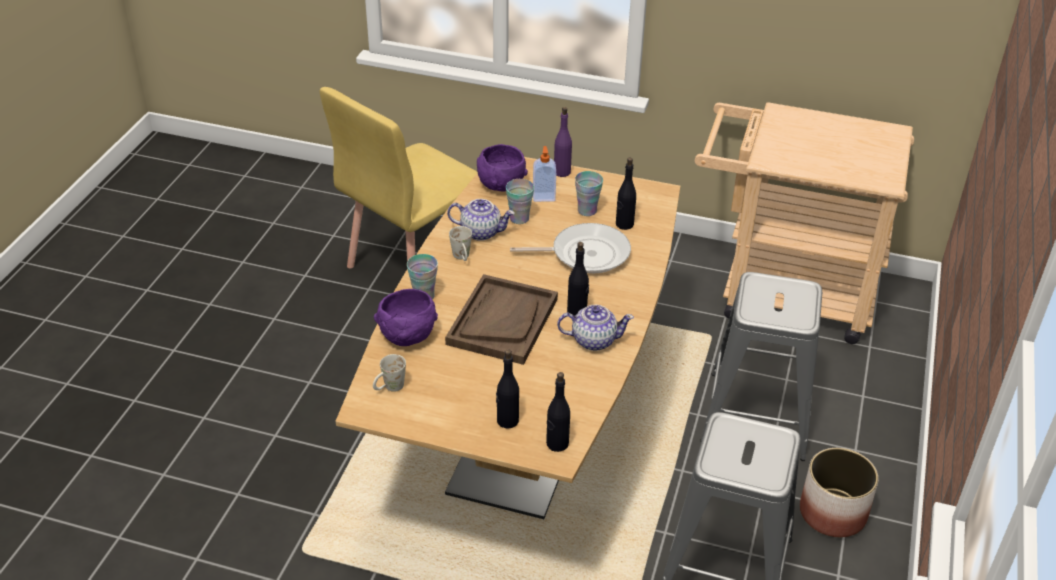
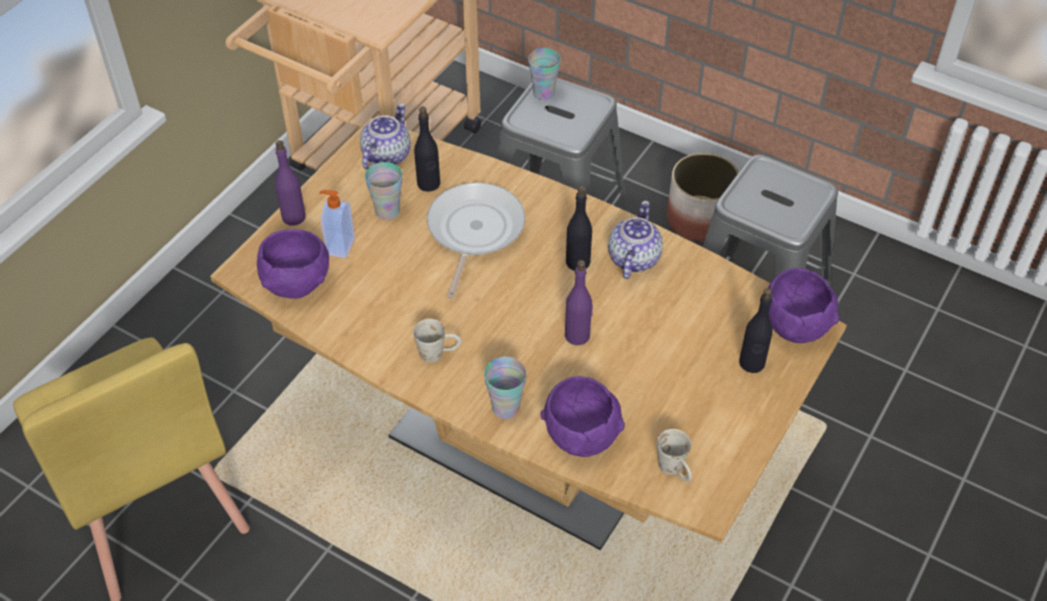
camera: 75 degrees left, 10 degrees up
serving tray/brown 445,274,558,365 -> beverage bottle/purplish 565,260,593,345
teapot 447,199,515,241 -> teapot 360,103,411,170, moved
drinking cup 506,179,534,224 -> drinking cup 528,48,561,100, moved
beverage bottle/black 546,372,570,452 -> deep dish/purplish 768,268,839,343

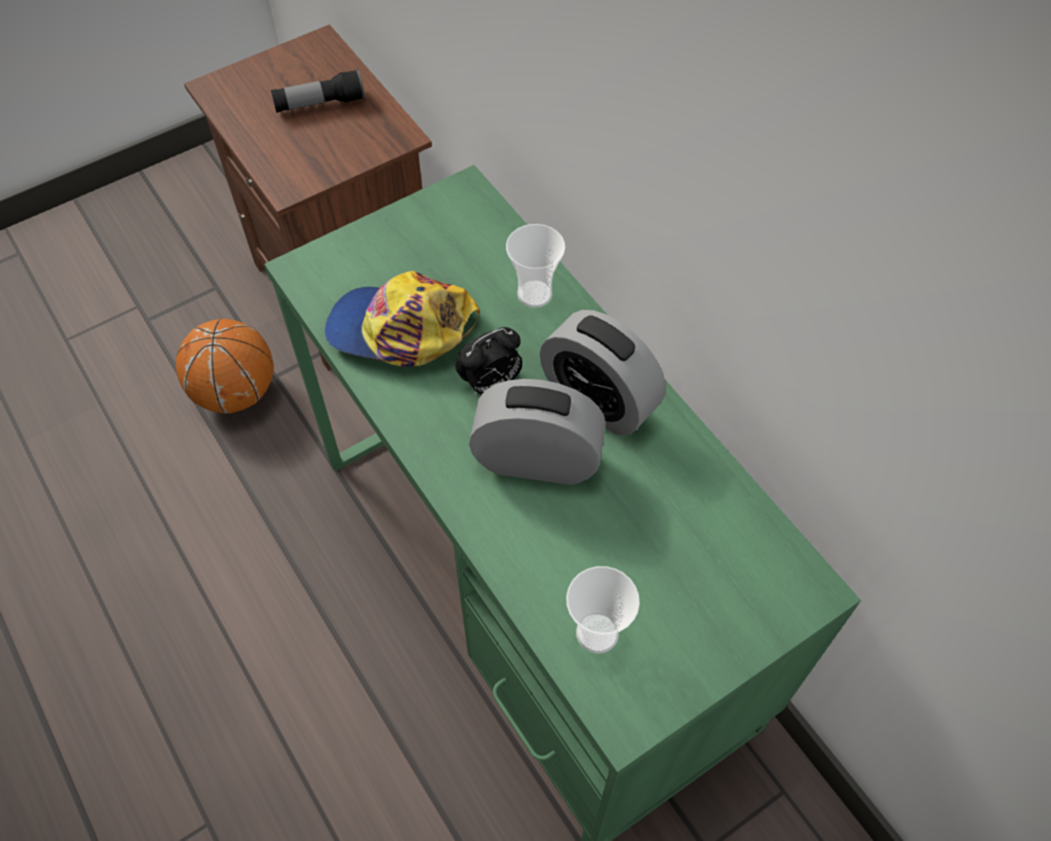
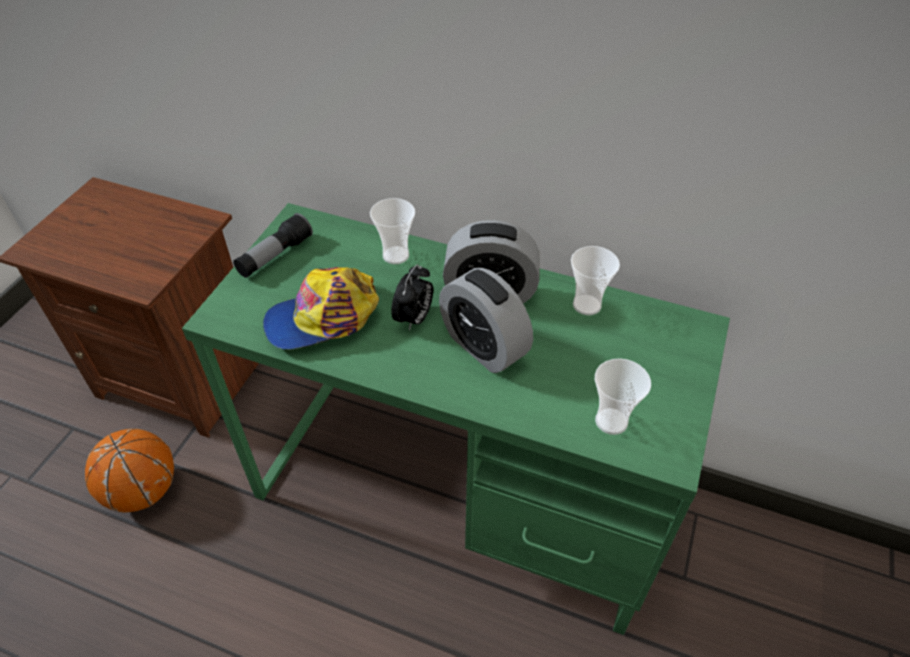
camera: 35 degrees left, 10 degrees down
hand torch 271,69,365,113 -> hand torch 233,213,313,278, moved
bedside clock 469,379,606,485 -> bedside clock 439,268,533,373, 105 degrees counterclockwise
none -> drinking cup 571,246,620,315

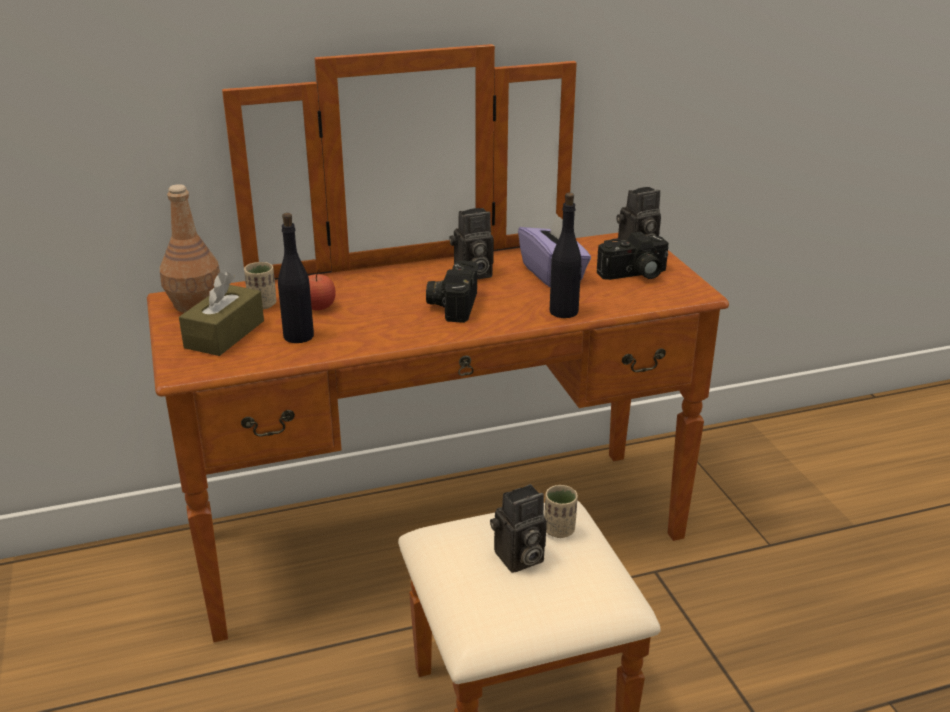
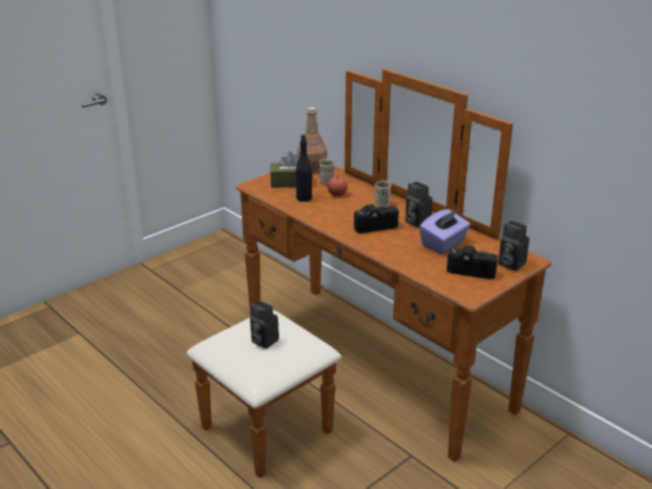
camera: 65 degrees right, 0 degrees up
drinking cup/beige-coloured 544,485,578,538 -> drinking cup/beige-coloured 374,181,391,207, moved
beverage bottle/black 550,193,582,318 -> none
still camera 597,232,668,280 -> still camera 447,245,498,279, 150 degrees clockwise

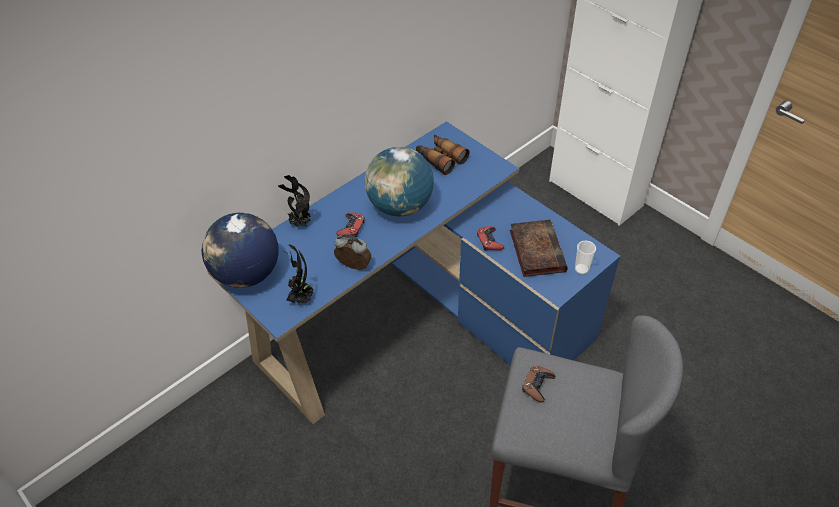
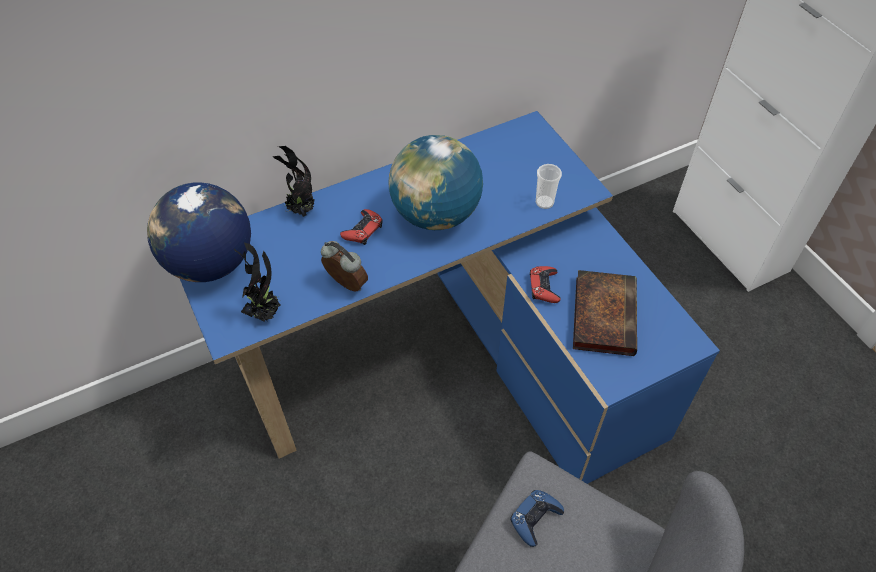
camera: 15 degrees right, 5 degrees up
binoculars 416,135,470,175 -> none
game controller/brown 522,366,555,403 -> game controller/bluish 510,490,564,547
drinking cup 575,240,596,274 -> drinking cup 536,164,562,209, moved

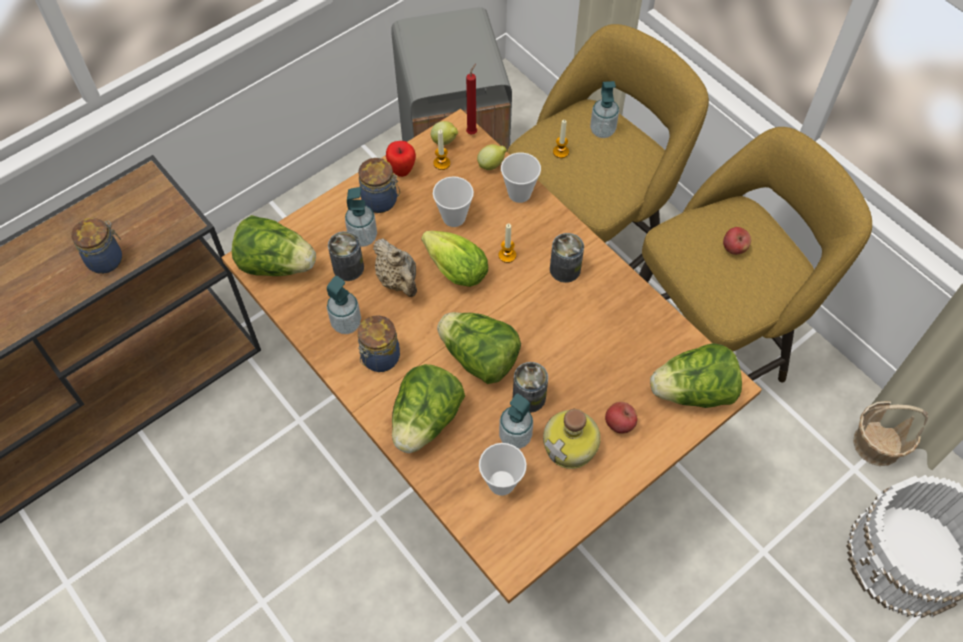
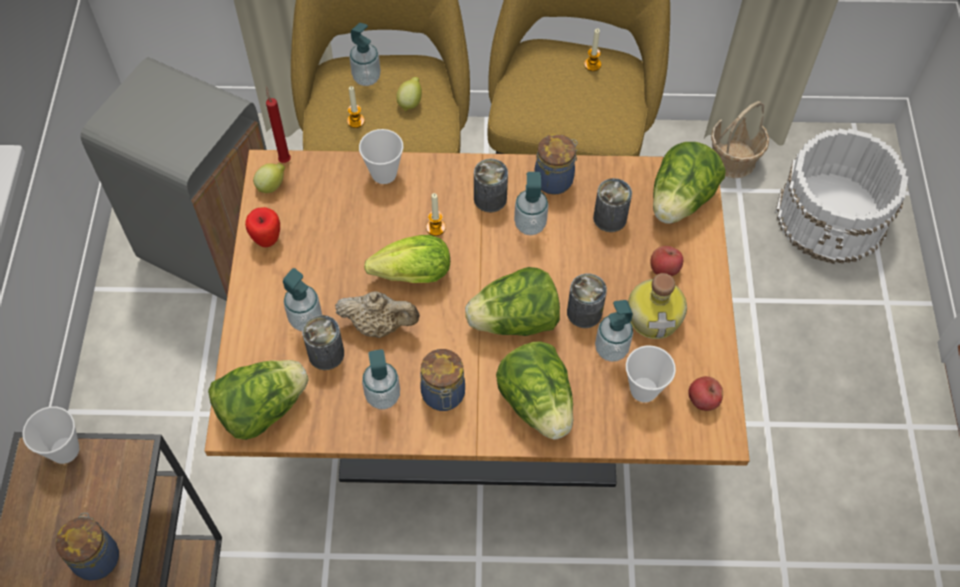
camera: 50 degrees left, 0 degrees up
storage jar 358,158,400,213 -> storage jar 534,134,578,195, moved
candle 433,129,450,170 -> candle 584,28,601,71, moved
drinking cup 433,176,474,227 -> drinking cup 22,406,79,464, moved
lemon 477,144,507,170 -> lemon 396,77,422,111, moved
apple fruit 723,227,751,255 -> apple fruit 689,376,723,411, moved
none -> soap bottle 514,172,549,235
none -> sealed can 593,178,632,232

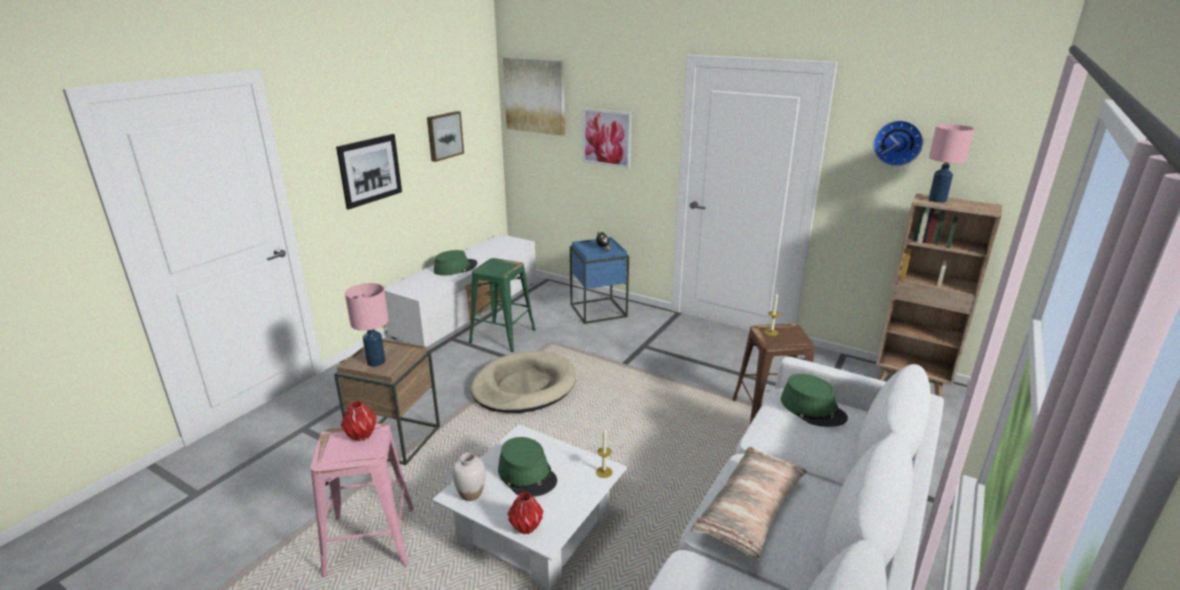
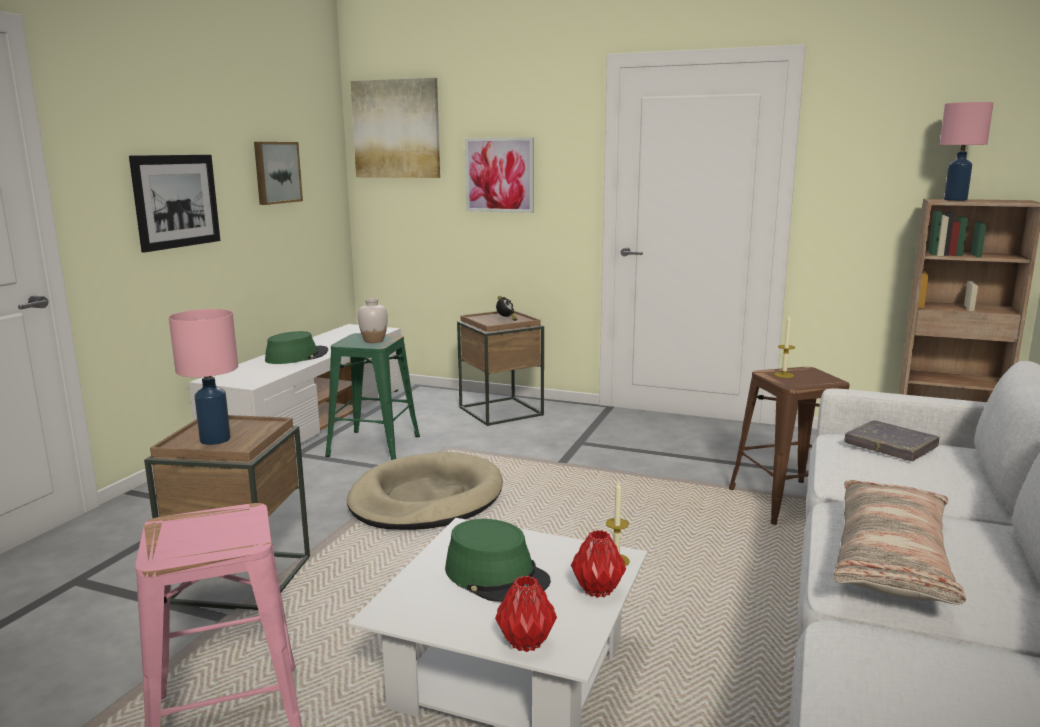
camera: 10 degrees left, 10 degrees down
vase/red 341,401,377,442 -> vase/red 571,530,626,598, moved
vase/white 452,453,486,501 -> vase/white 358,298,388,343, moved
end table/bluish 570,237,629,324 -> end table/brown 457,311,544,426
hat/greenish 781,374,848,427 -> bound book/gray 844,420,939,461
hanging clock 873,120,923,166 -> none

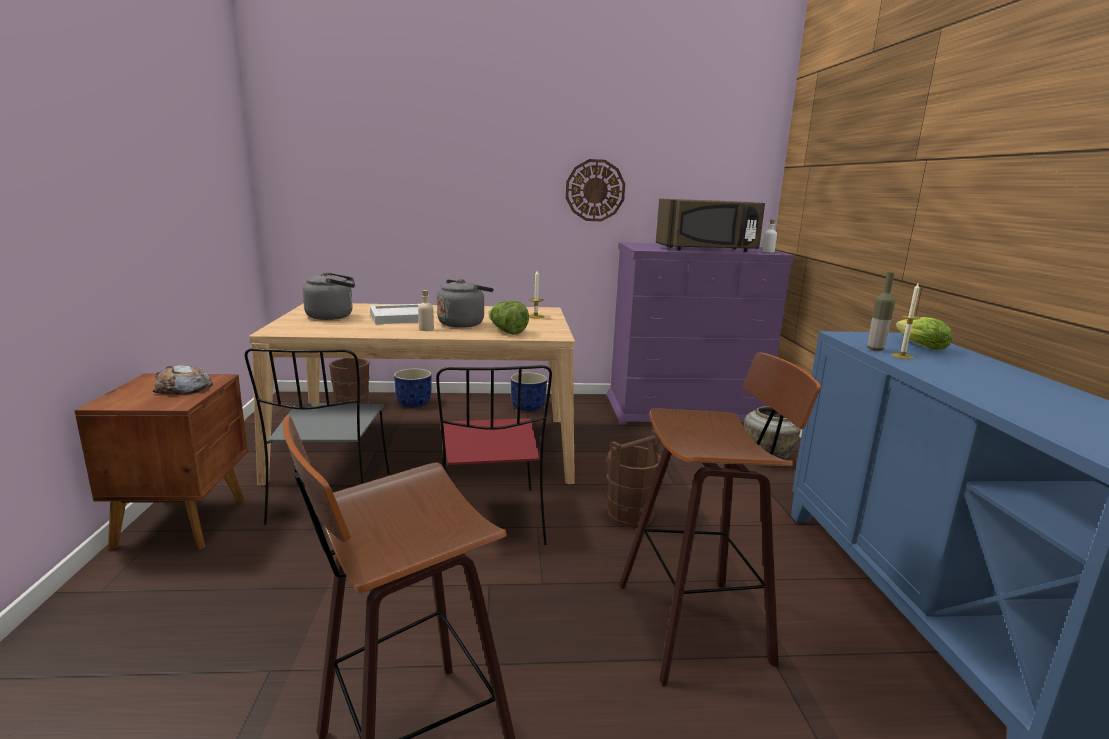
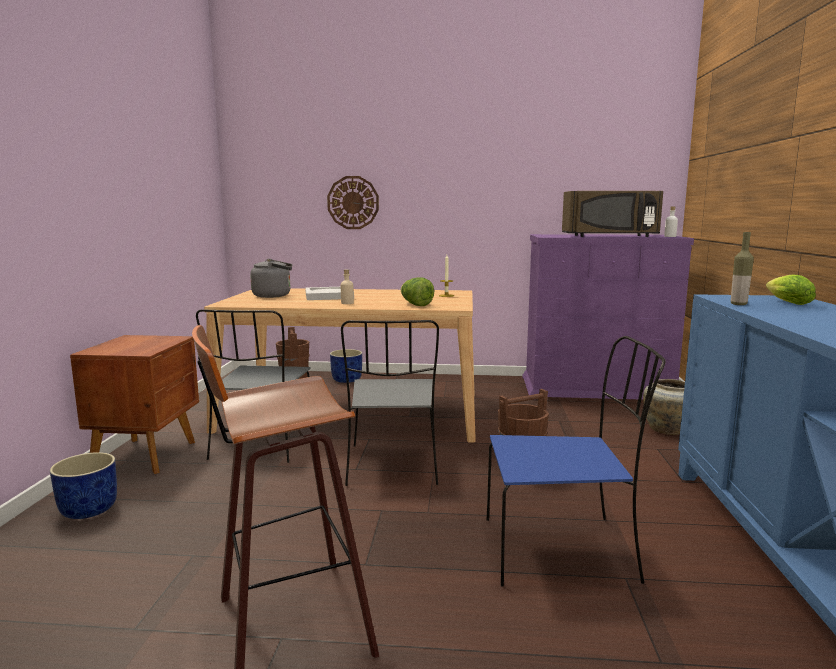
camera: 10 degrees right, 5 degrees down
baked bread 153,365,213,395 -> none
plain chair/red 436,365,552,545 -> plain chair/gray 341,320,439,486
water kettle/gray 437,279,494,328 -> none
planter/bluish 511,372,547,412 -> planter/bluish 50,452,117,519, moved
hanging clock 566,159,625,221 -> hanging clock 327,176,379,229, moved
stool seat 620,352,821,687 -> plain chair/bluish 487,336,666,587
candle 892,284,920,359 -> none

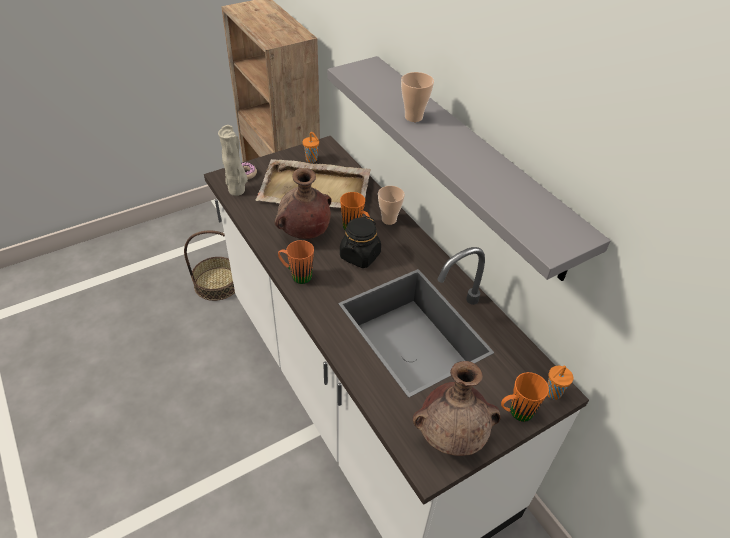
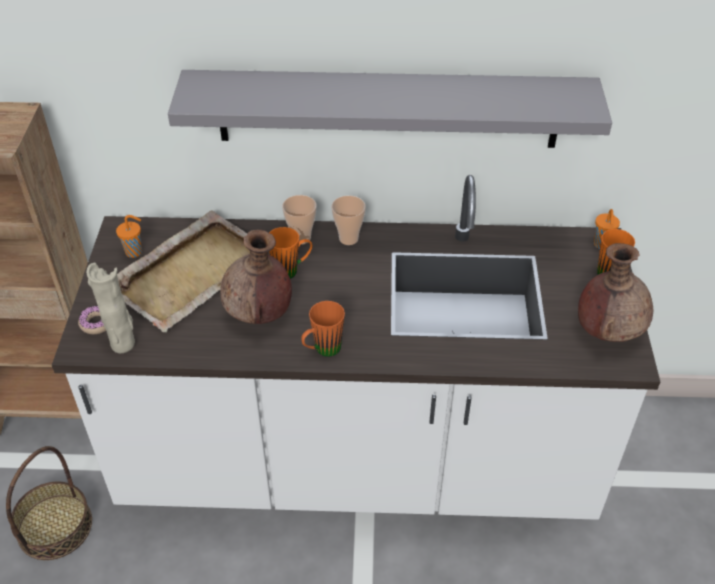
camera: 55 degrees left, 0 degrees up
storage jar/black 340,216,381,268 -> none
drinking cup 401,72,434,122 -> drinking cup 331,195,366,245, moved

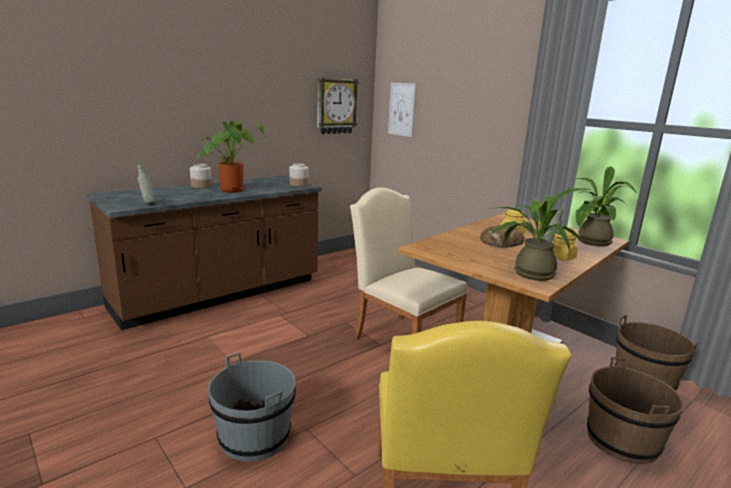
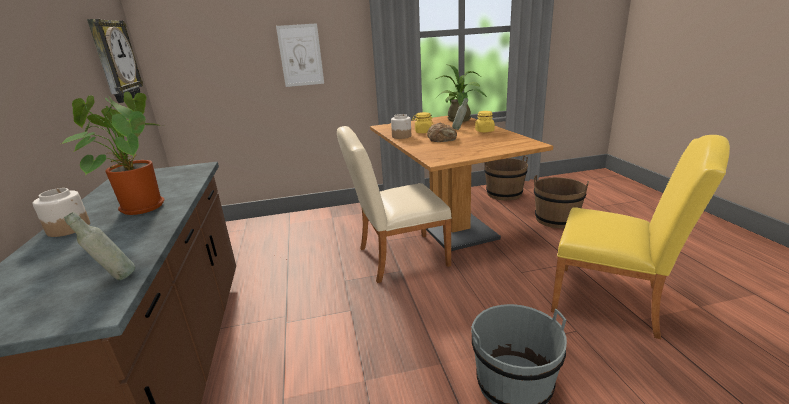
camera: 60 degrees left, 5 degrees up
storage jar 289,163,308,186 -> storage jar 391,114,411,139, moved
wall picture 388,83,416,137 -> wall picture 276,23,324,87, moved
potted plant 487,188,591,281 -> none

